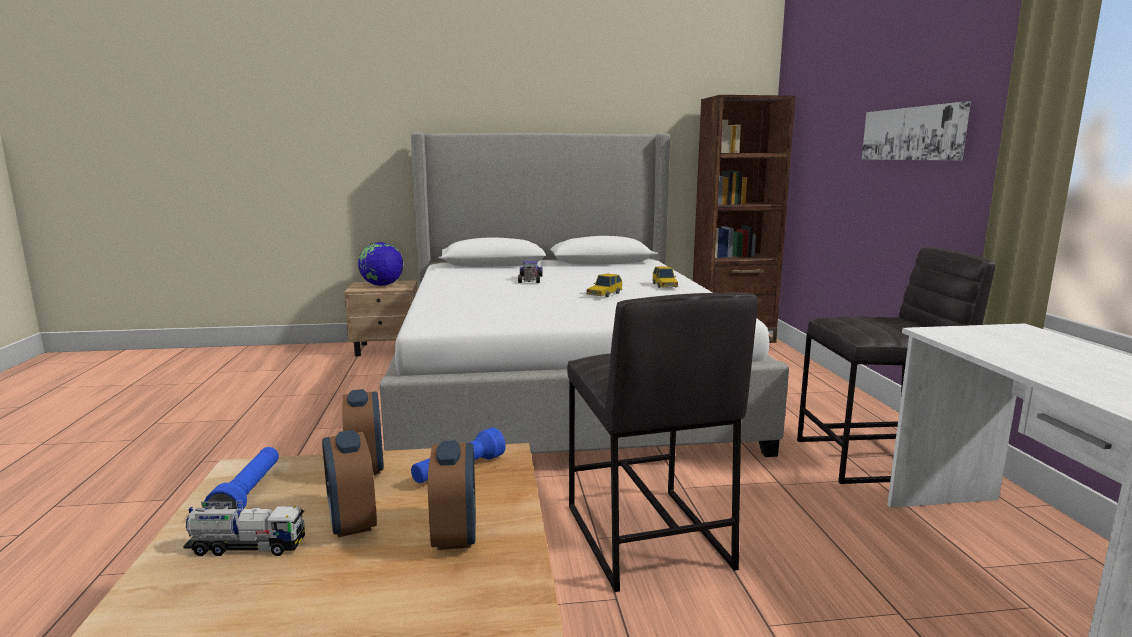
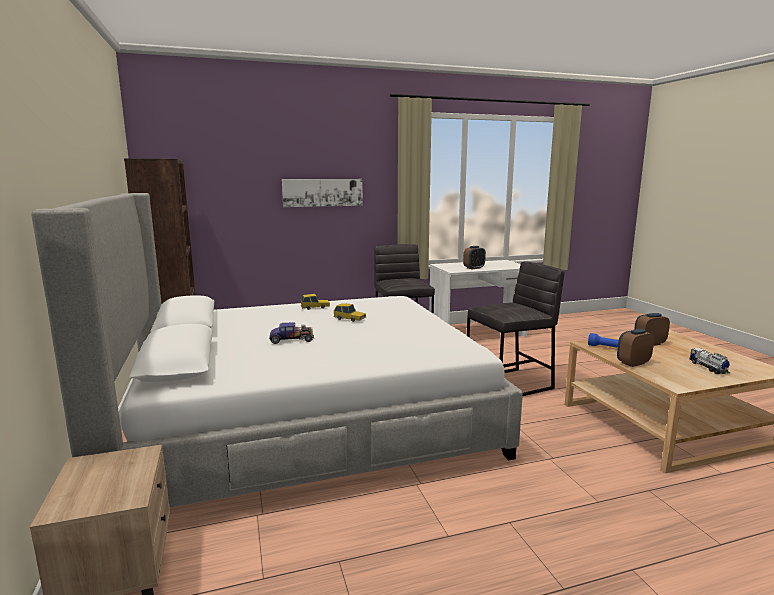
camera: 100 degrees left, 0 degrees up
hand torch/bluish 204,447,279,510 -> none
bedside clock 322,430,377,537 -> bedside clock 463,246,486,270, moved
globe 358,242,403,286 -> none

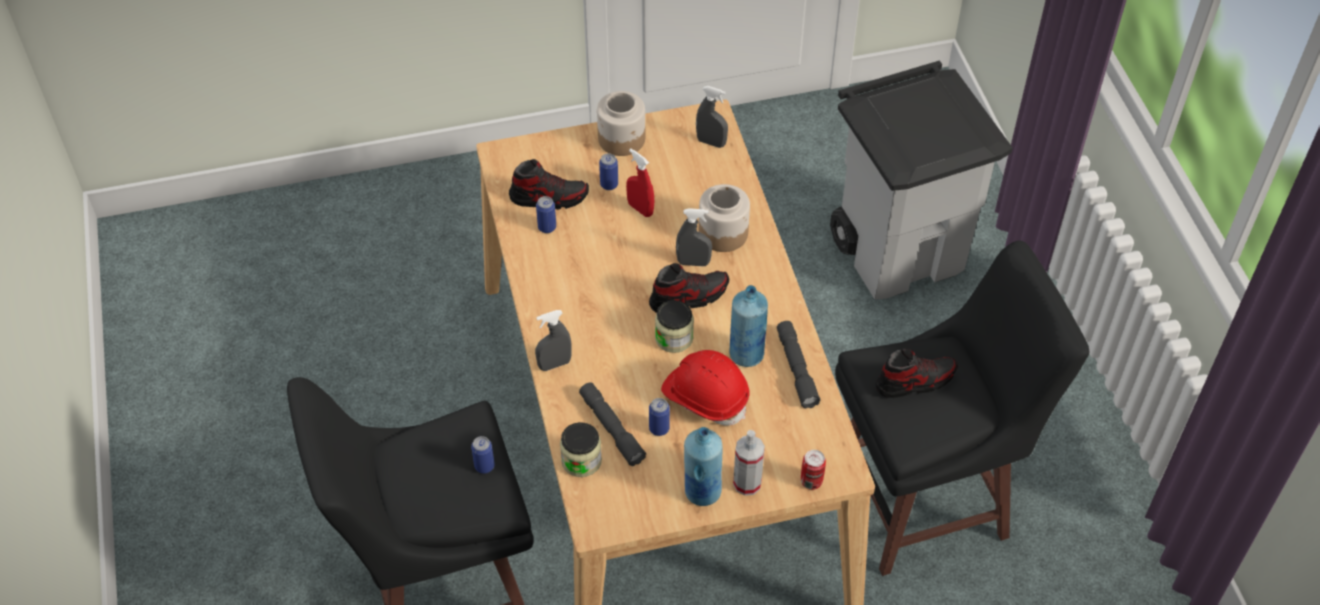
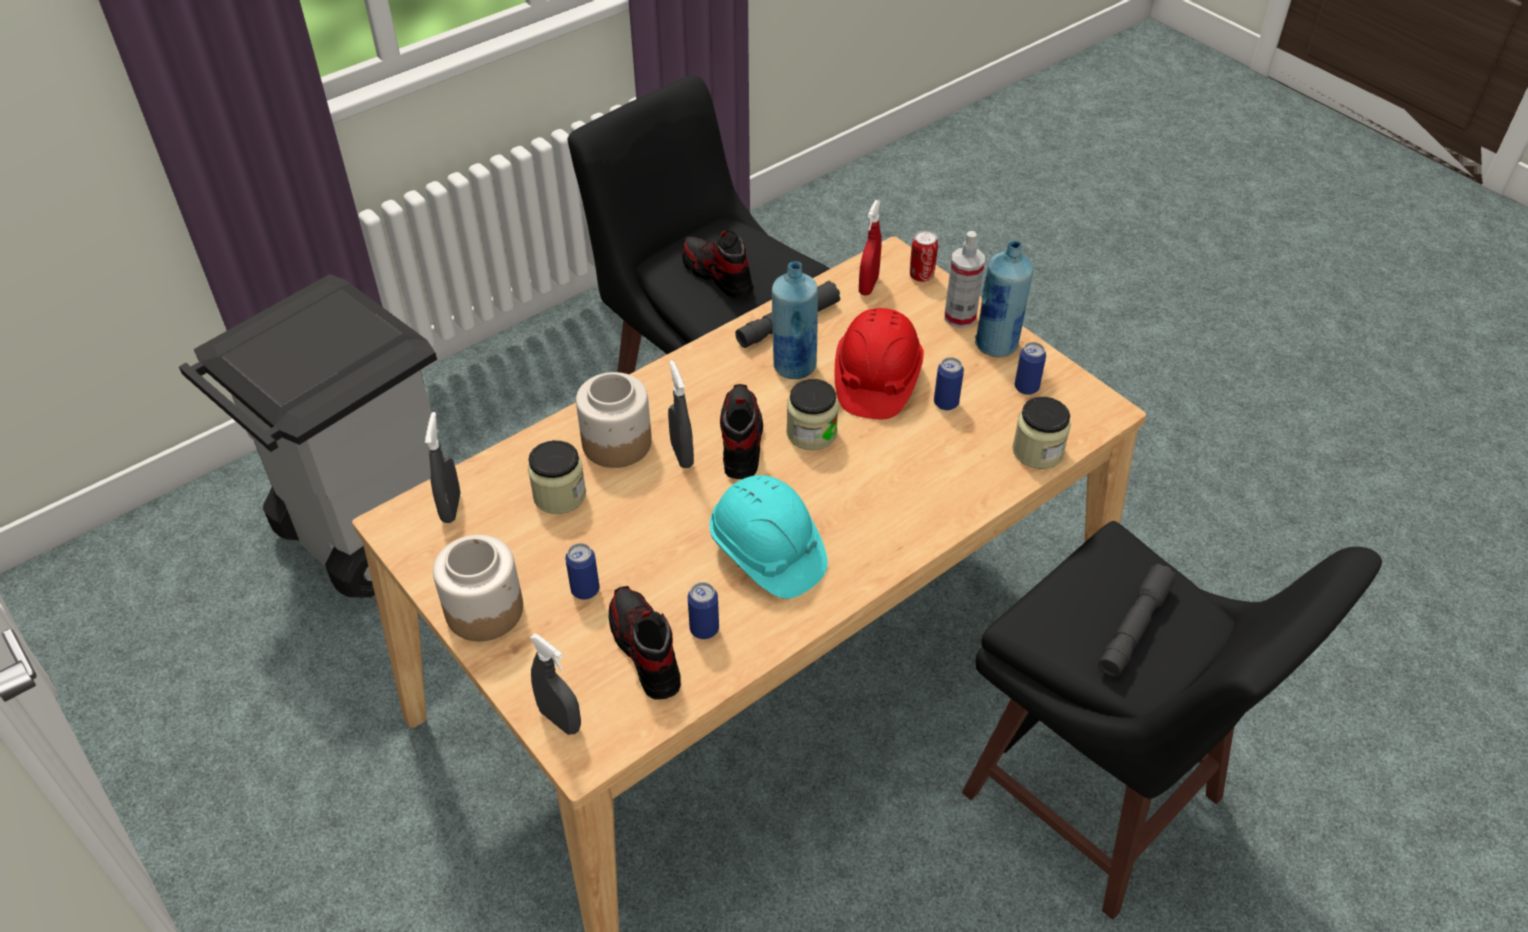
camera: 115 degrees left, 5 degrees down
sealed can 471,436,495,473 -> sealed can 1015,342,1046,395, moved
spray bottle/gray 535,310,572,371 -> spray bottle/gray 530,634,581,735, moved
hand torch/gray 579,382,646,466 -> hand torch/gray 1099,564,1176,677, moved
spray bottle/red 626,149,654,217 -> spray bottle/red 859,200,882,296, moved
item of footwear 649,263,729,313 -> item of footwear 720,384,763,479, 45 degrees clockwise
none -> storage jar 528,440,586,514
none -> hard hat/blue-green 709,475,828,599

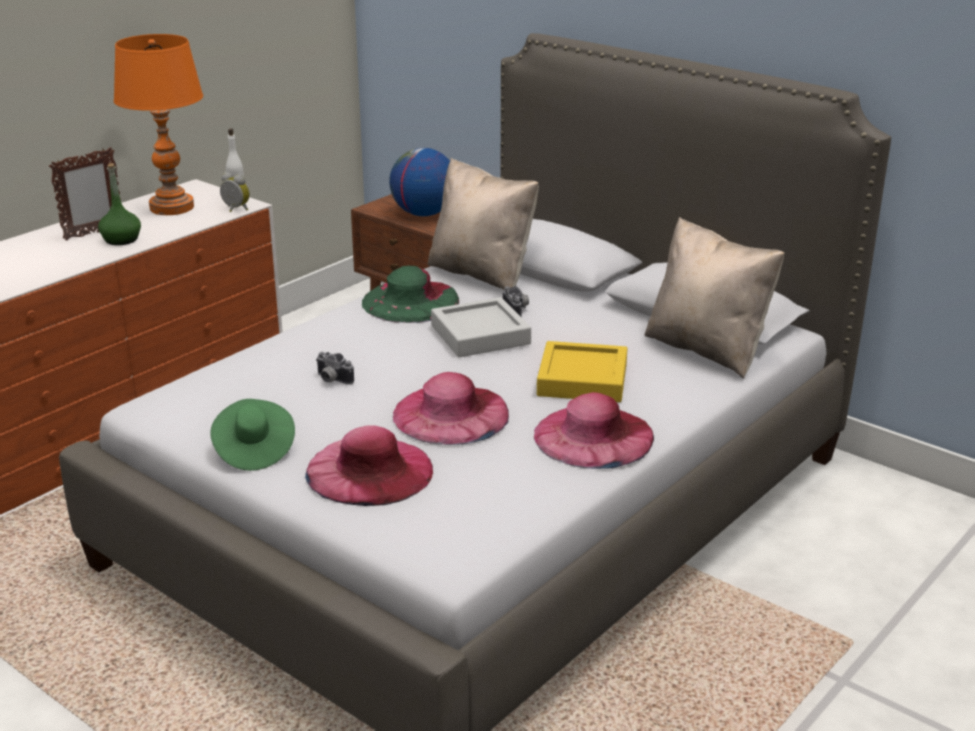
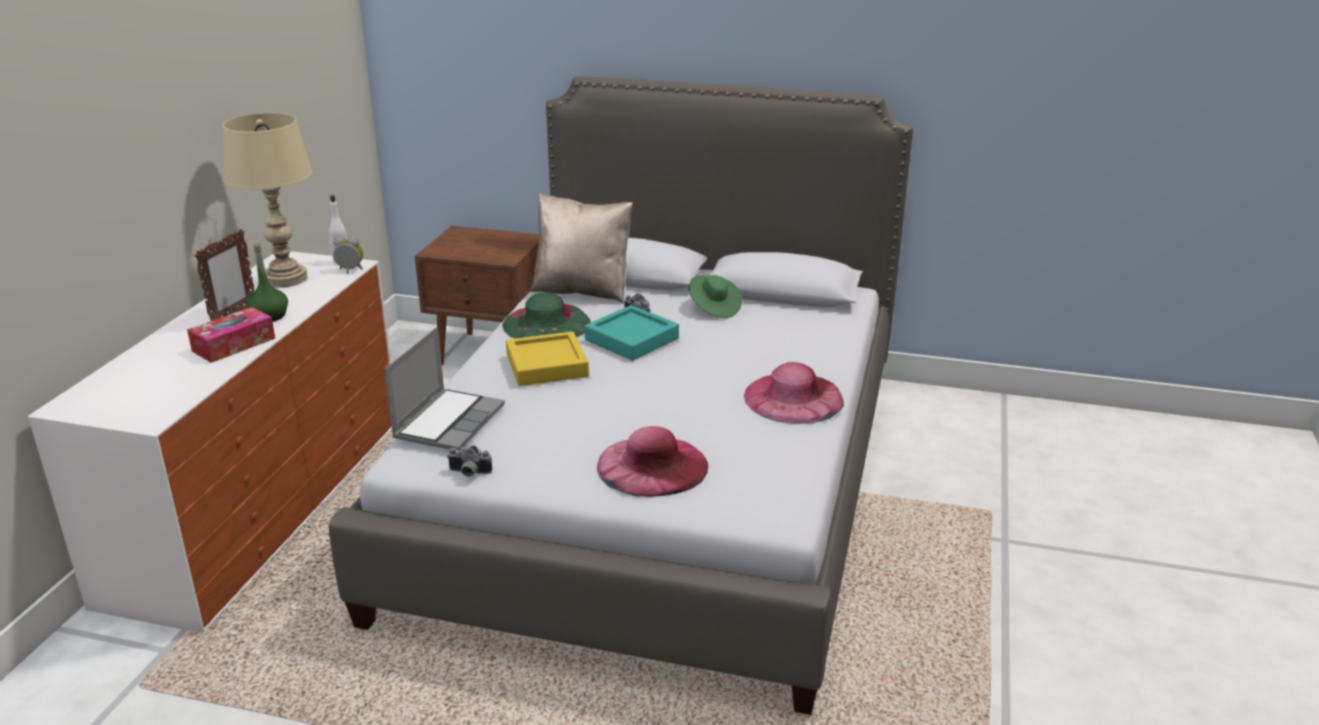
camera: 25 degrees left, 0 degrees up
table lamp/orange 114,34,203,215 -> table lamp/beige-coloured 223,113,313,288
hat/greenish 211,399,295,471 -> hat/greenish 689,275,742,318, moved
still camera 316,352,354,385 -> still camera 447,445,492,477, moved
globe 389,148,450,216 -> none
hat/pinkish 393,372,509,445 -> none
serving tray/gray 431,297,531,357 -> serving tray/blue-green 584,305,679,361
serving tray/yellowish 537,341,627,402 -> serving tray/yellowish 506,332,589,386, moved
pillow/beige-coloured 645,217,784,379 -> none
none -> tissue holder 187,307,275,363
none -> notebook computer 384,327,505,449

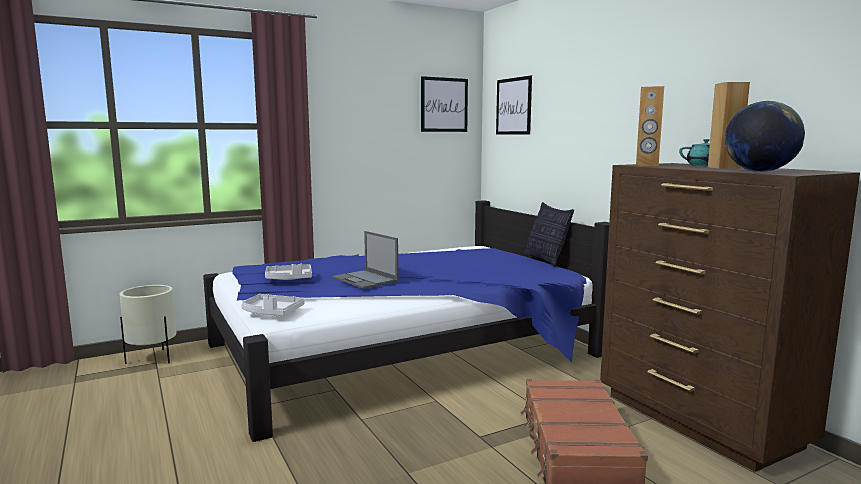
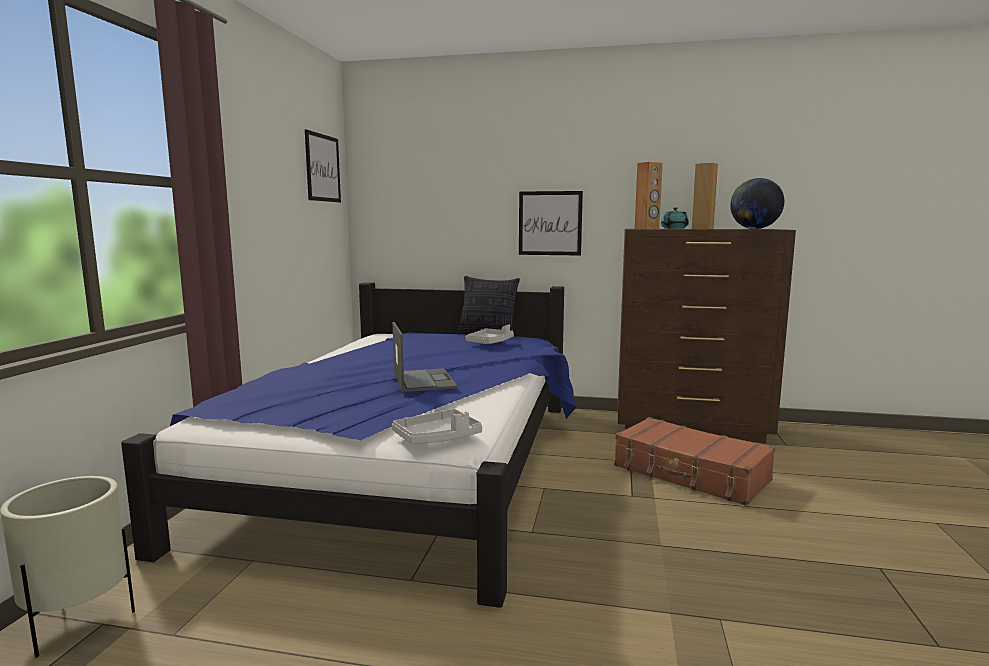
camera: 50 degrees left, 0 degrees up
serving tray/gray 265,263,312,280 -> serving tray/gray 466,324,514,344, moved
notebook computer 332,231,399,289 -> notebook computer 392,322,458,392, 105 degrees counterclockwise
wall picture 496,76,532,135 -> wall picture 519,191,583,256, moved

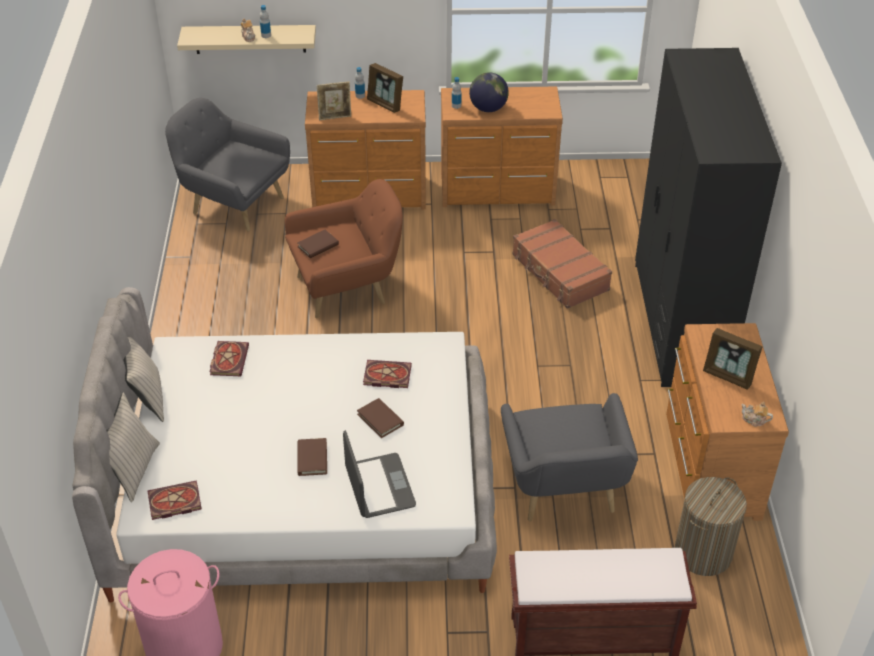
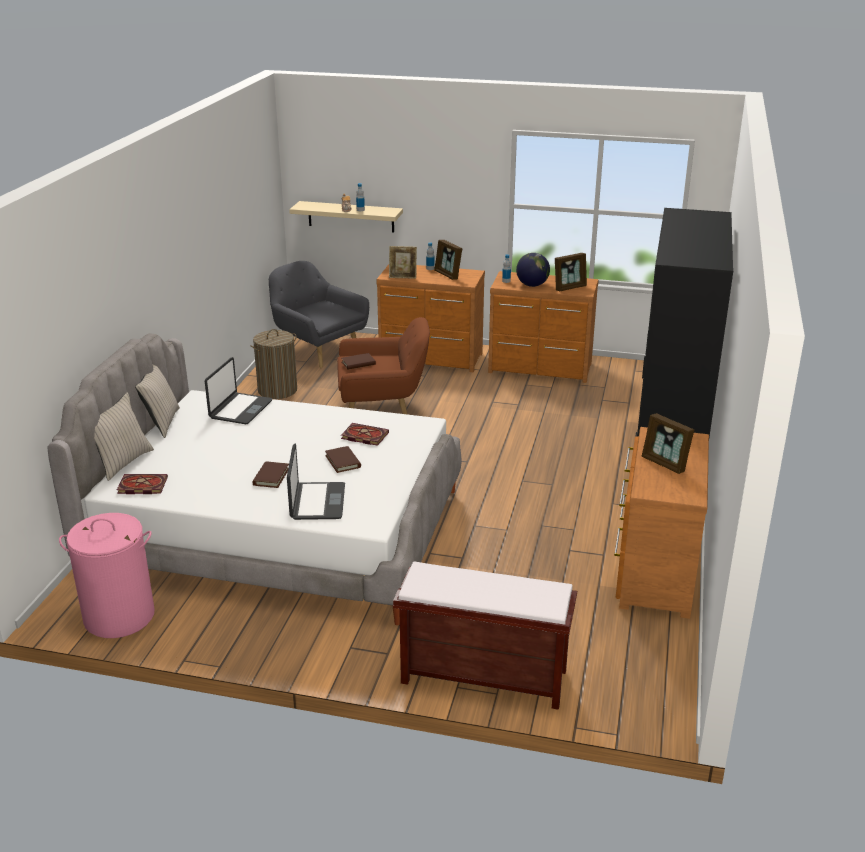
camera: 15 degrees right, 15 degrees down
bound book 209,341,249,376 -> notebook computer 205,357,272,424
easy chair/gray 501,393,638,521 -> none
travel case/brown 512,219,612,309 -> none
washing basket 675,477,747,576 -> washing basket 250,329,297,399, moved
teapot 741,402,773,427 -> none
none -> picture frame 555,253,587,291

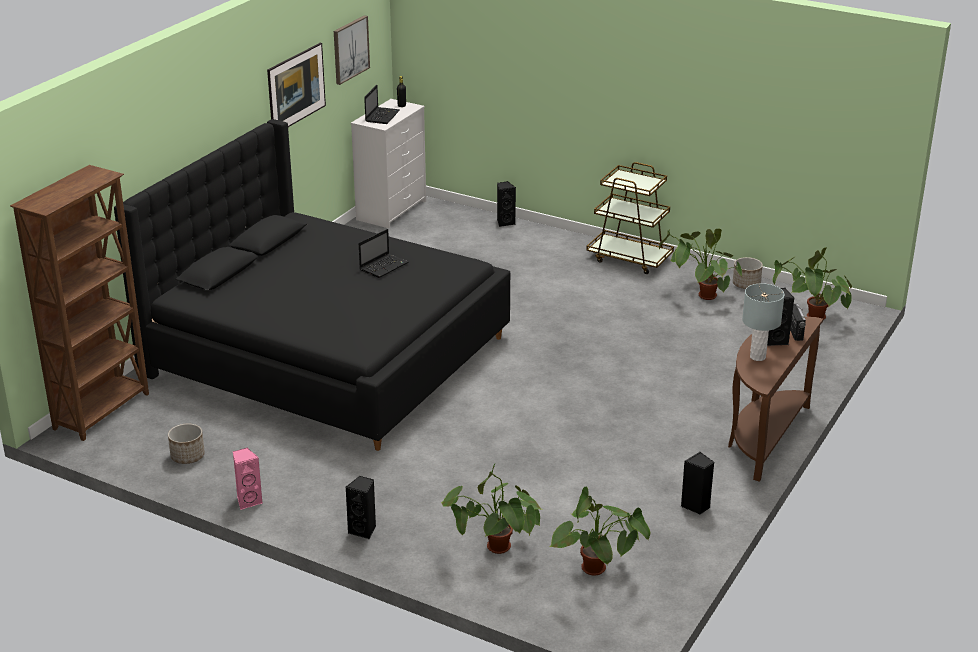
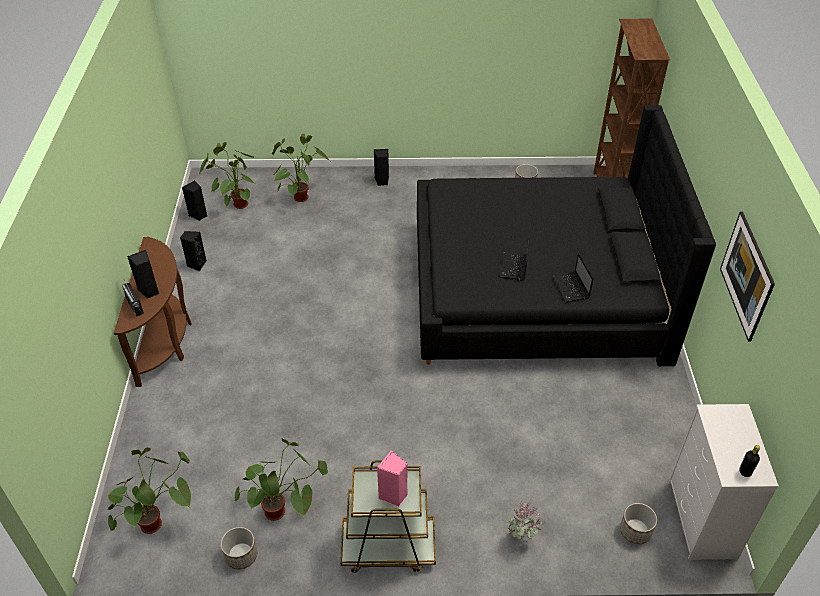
camera: 150 degrees right, 15 degrees up
audio speaker/pinkish 233,447,263,510 -> audio speaker/pinkish 377,450,408,507, moved
wall picture 334,15,370,85 -> none
notebook computer 364,85,400,124 -> notebook computer 552,253,594,303, moved
audio speaker/black 497,181,516,227 -> audio speaker/black 182,180,207,221, moved
table lamp/gray 742,283,785,361 -> none
none -> potted plant 506,501,543,540
none -> planter 620,503,657,544

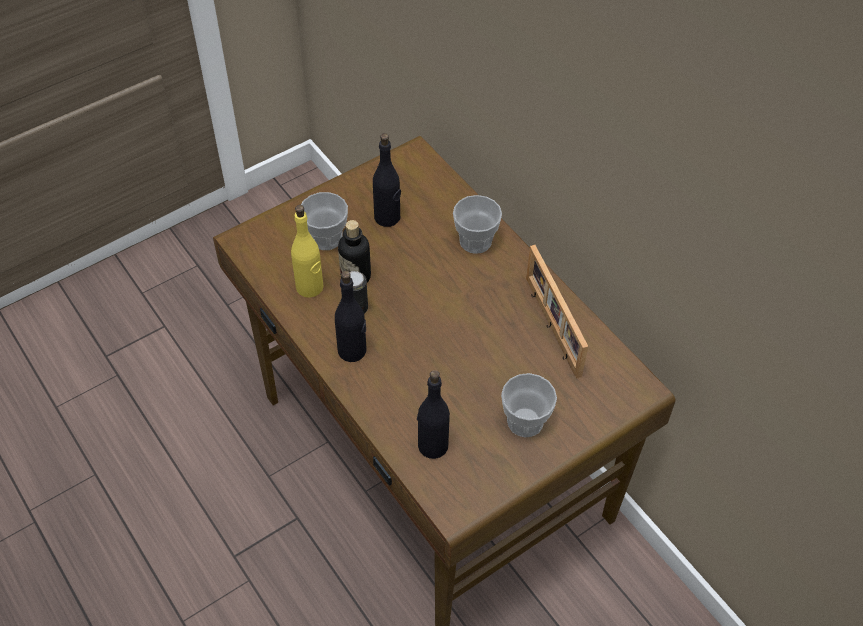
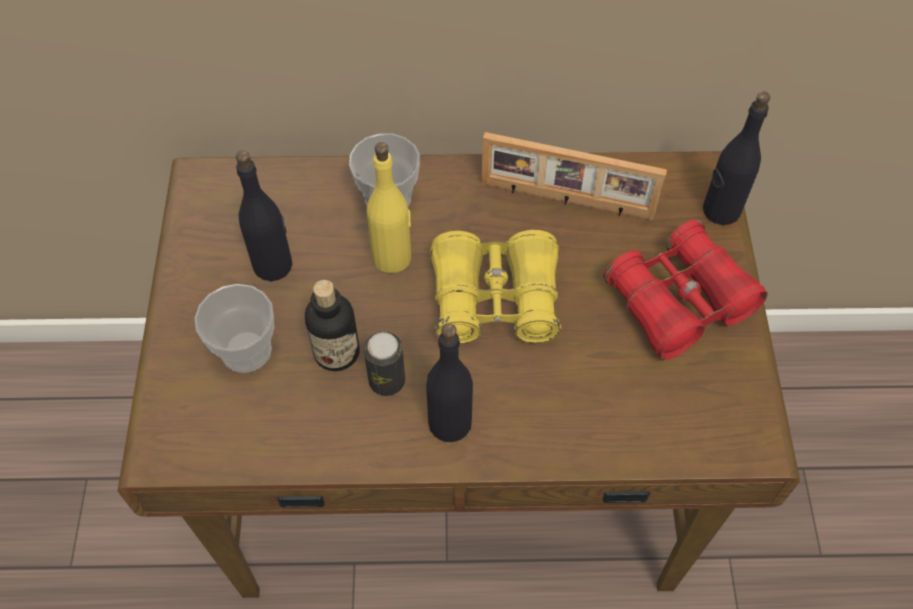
camera: 55 degrees left, 5 degrees up
beverage bottle/yellowish 291,205,323,298 -> beverage bottle/yellowish 367,142,411,273, moved
beverage bottle/black 417,370,450,459 -> beverage bottle/black 703,91,770,225, moved
drinking cup 501,373,557,437 -> binoculars/red 603,219,768,360
none -> binoculars/yellowish 430,230,561,344

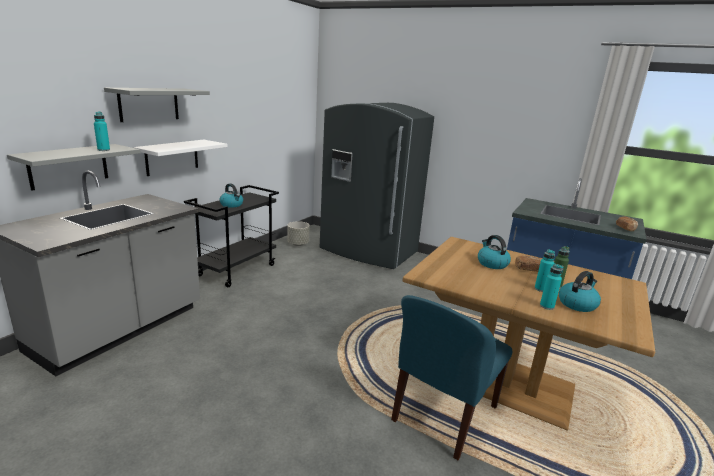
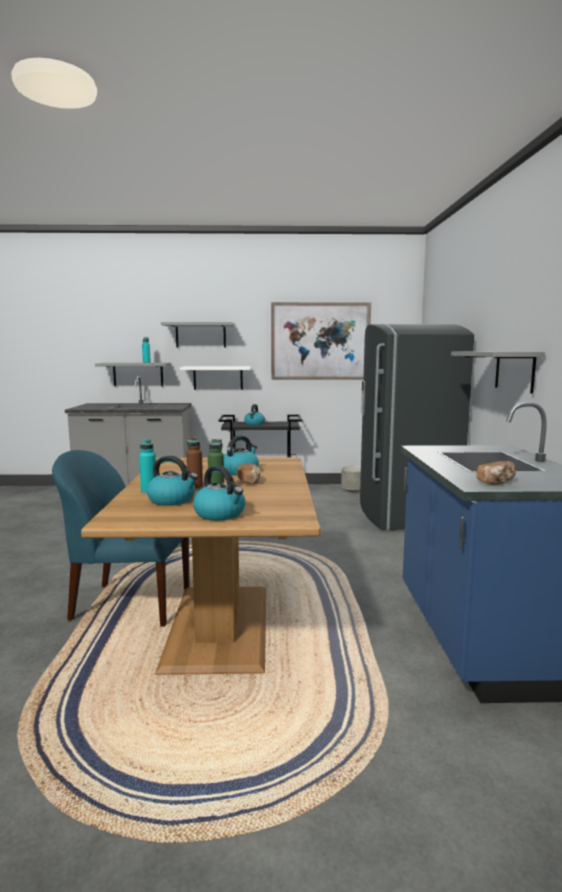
camera: 60 degrees right, 10 degrees down
beverage bottle/blue-green 535,249,555,292 -> beverage bottle/brown 186,437,203,490
none -> water kettle 193,465,245,521
none -> wall picture 271,302,371,380
none -> shelf/gray 451,351,545,393

